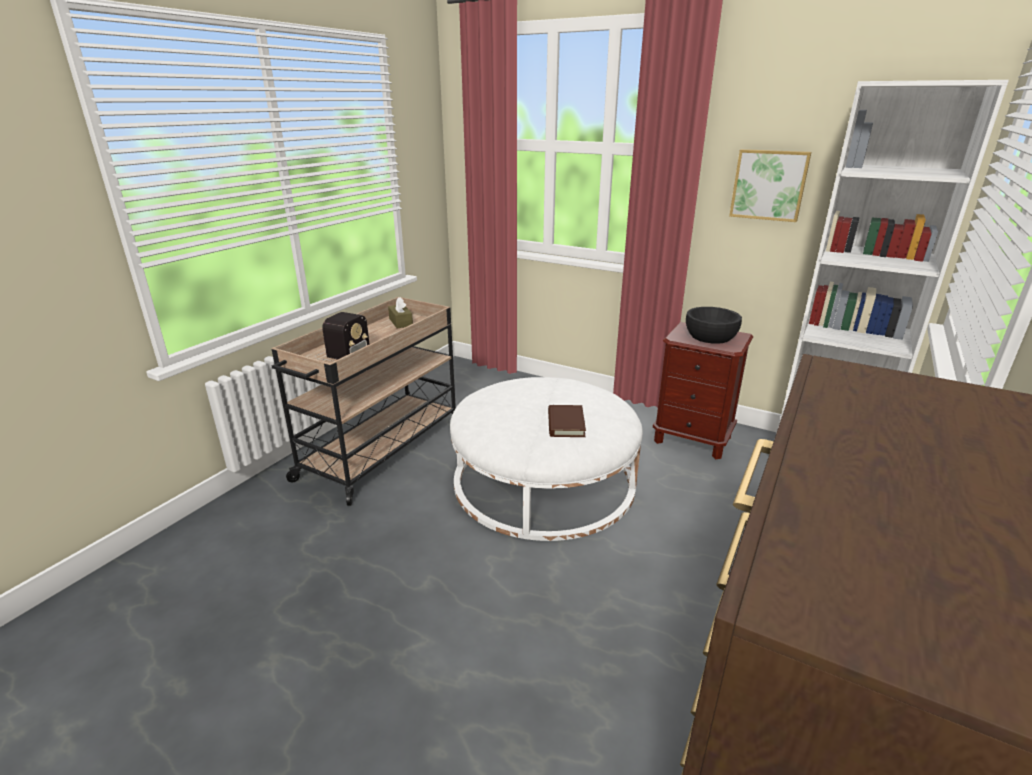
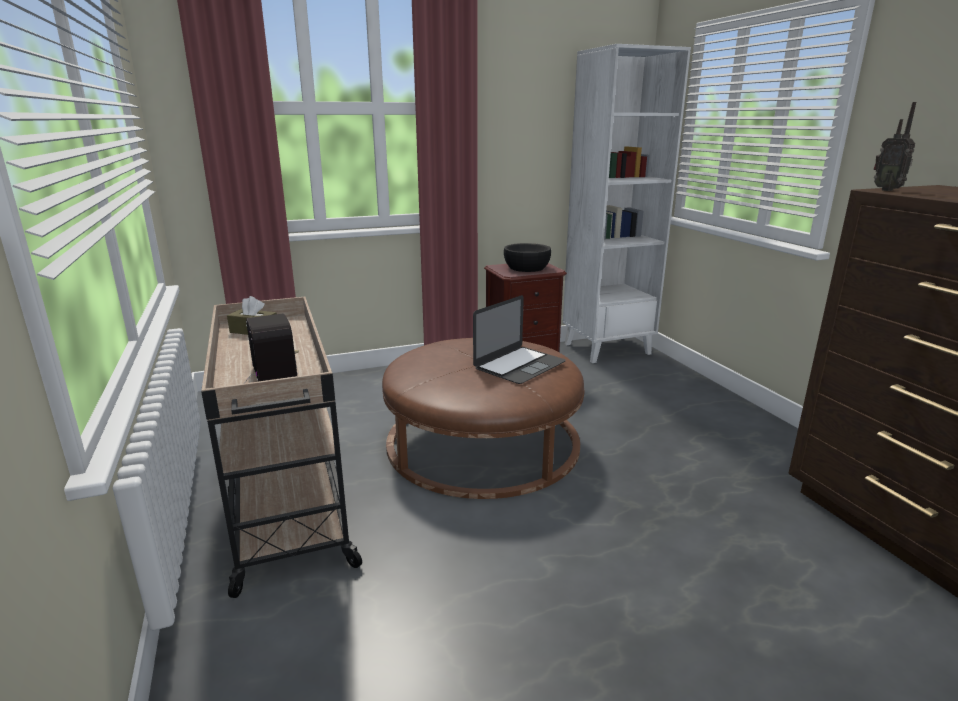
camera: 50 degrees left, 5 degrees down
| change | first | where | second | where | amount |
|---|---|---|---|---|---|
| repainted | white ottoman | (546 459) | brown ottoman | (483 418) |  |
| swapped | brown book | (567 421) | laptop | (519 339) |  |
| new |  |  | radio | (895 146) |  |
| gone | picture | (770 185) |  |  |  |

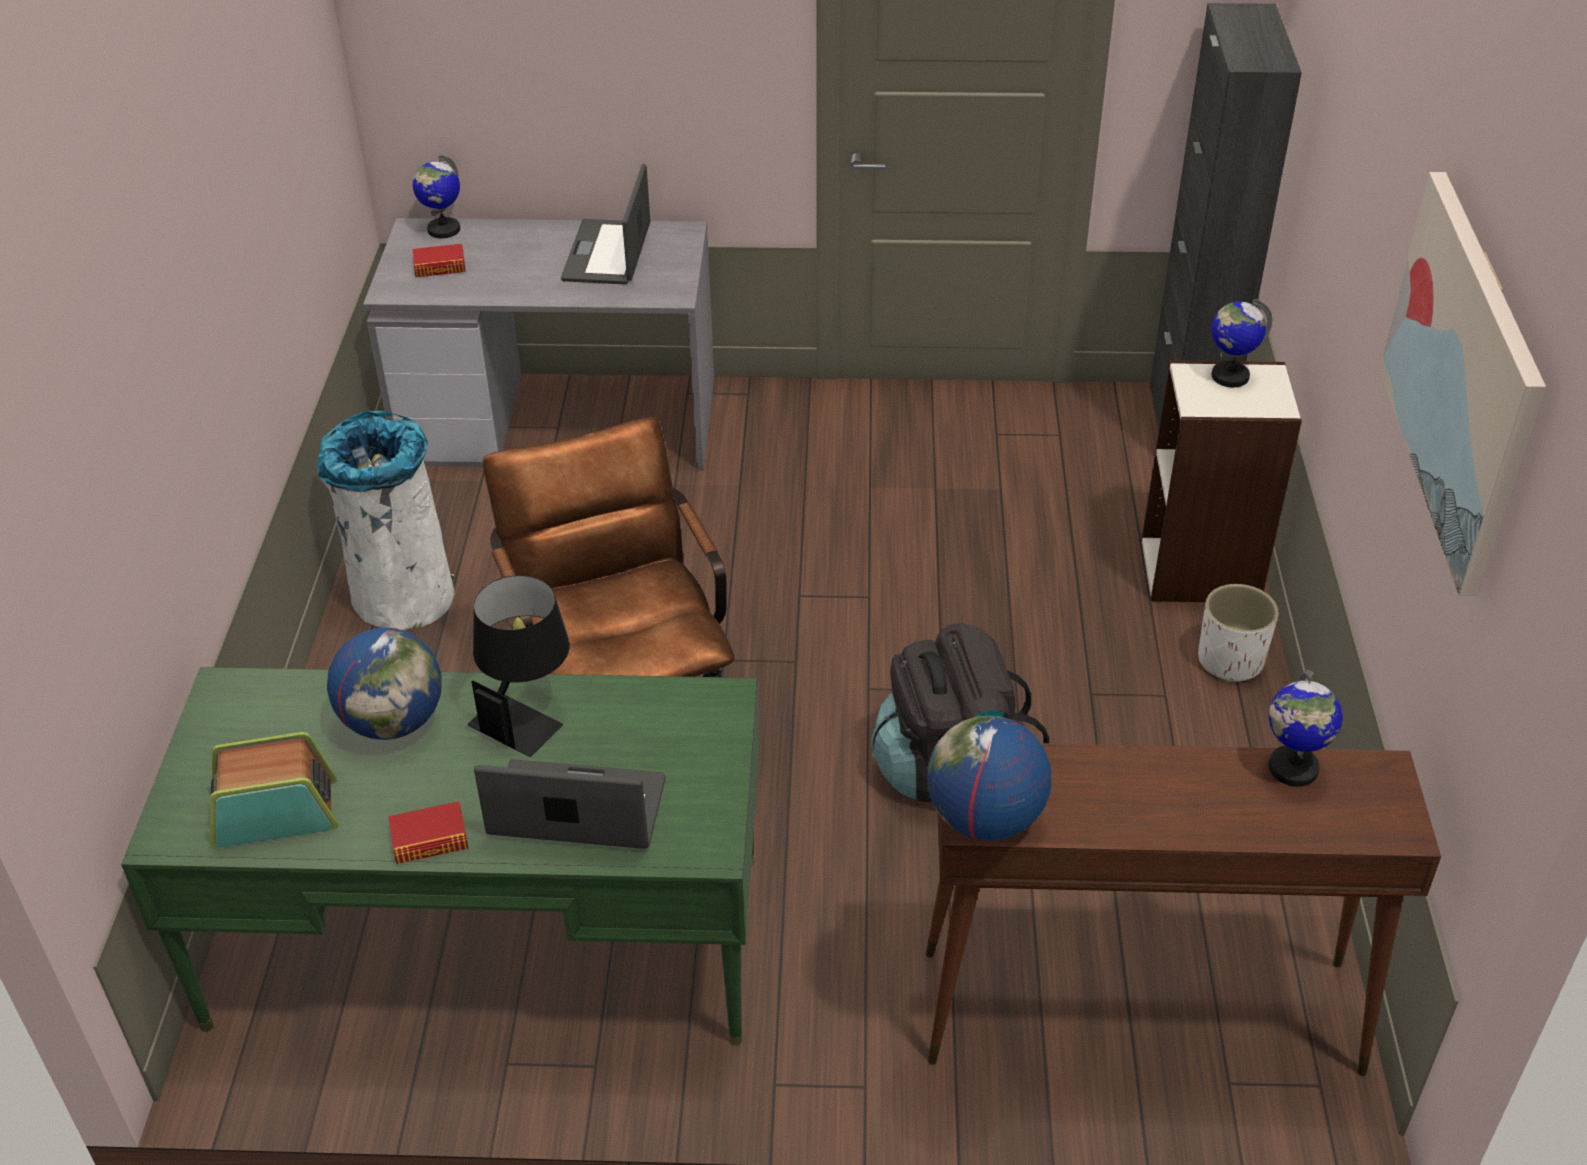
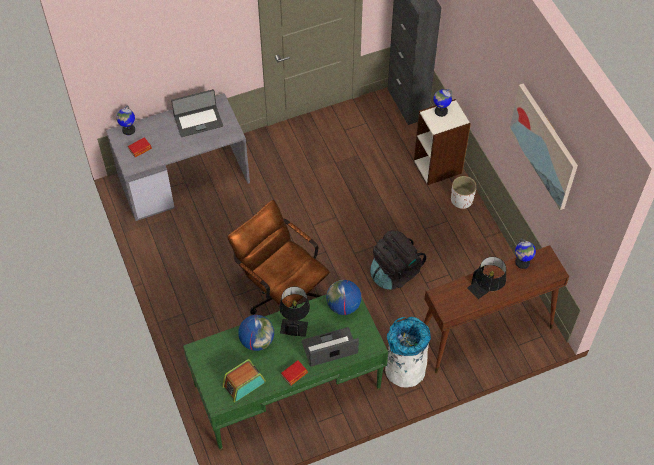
camera: 25 degrees left, 15 degrees up
| change | first | where | second | where | amount |
|---|---|---|---|---|---|
| rotated | laptop | (605 224) |  | (197 113) | 90 degrees counterclockwise |
| shifted | globe | (989 778) |  | (344 297) |  |
| shifted | white trash can | (386 520) |  | (408 352) |  |
| new |  |  | black table lamp | (486 278) |  |

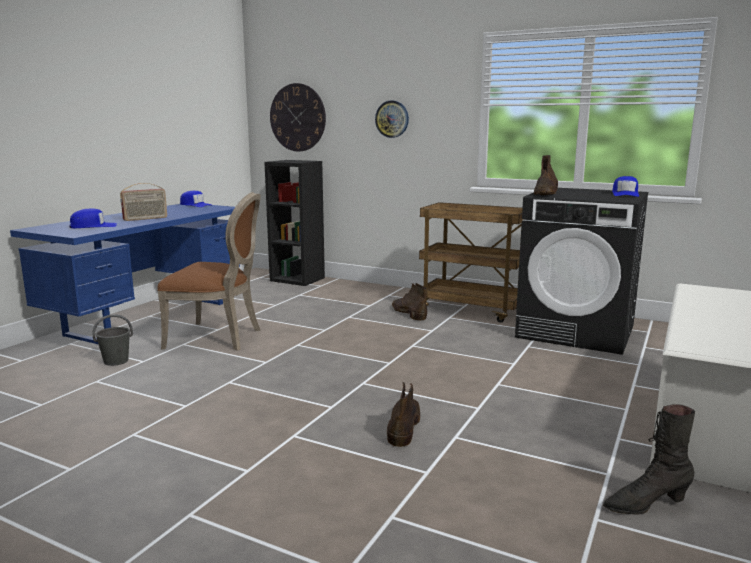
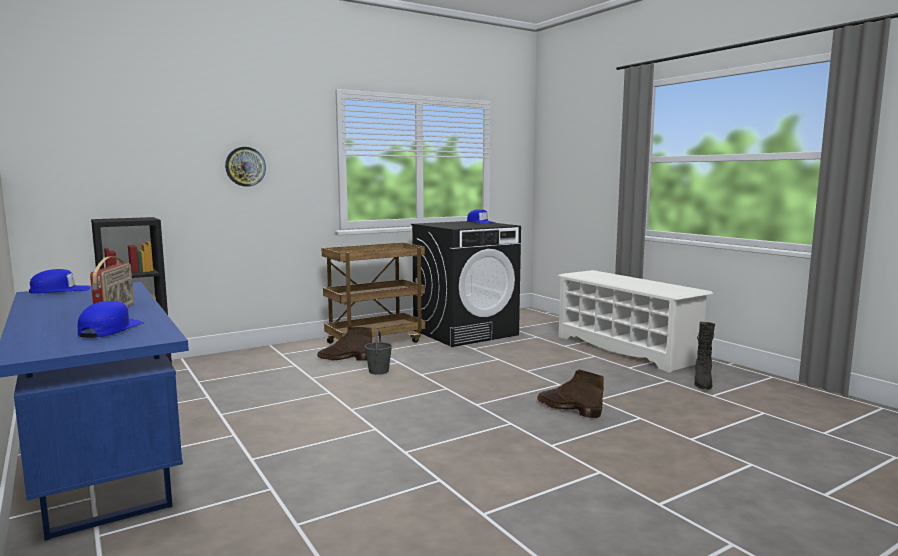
camera: 60 degrees left, 5 degrees down
| change | first | where | second | where | amount |
|---|---|---|---|---|---|
| shifted | grey bucket | (113 340) |  | (378 352) |  |
| gone | brown chair | (209 271) |  |  |  |
| gone | wall clock | (298 117) |  |  |  |
| gone | brown boot | (546 175) |  |  |  |

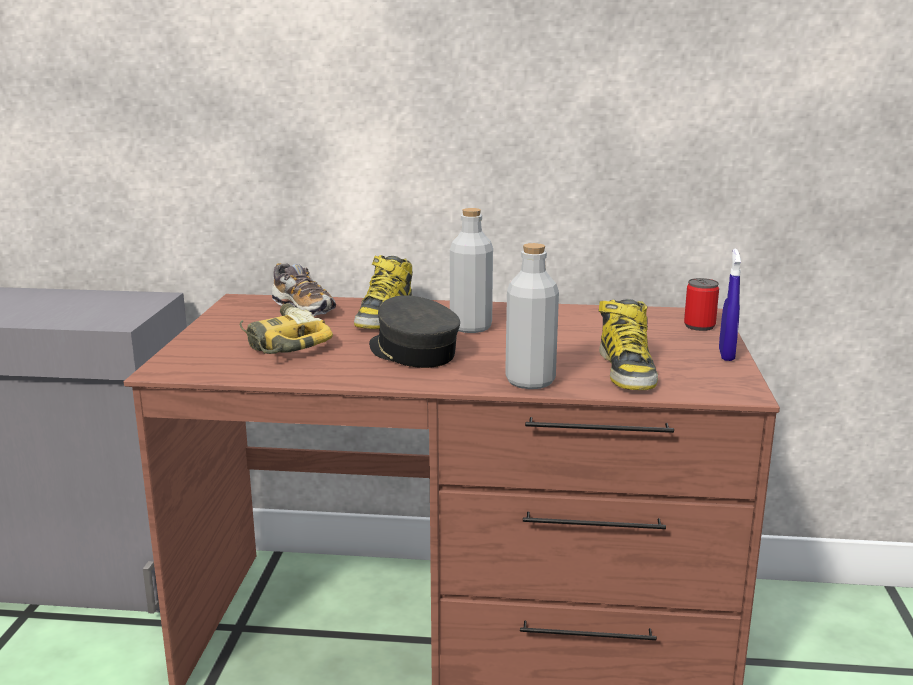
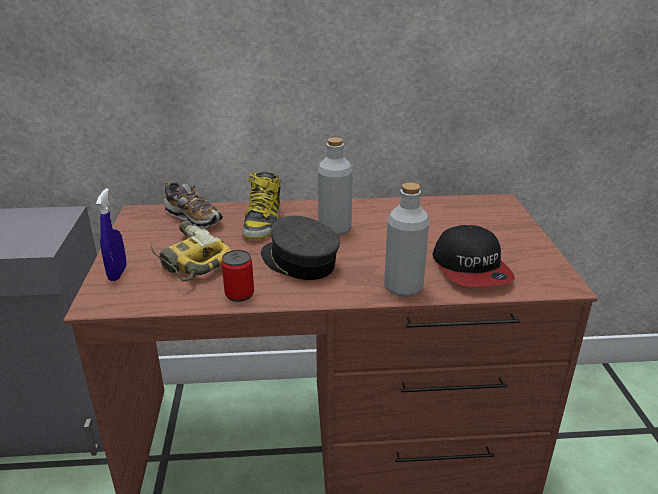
camera: 10 degrees left, 10 degrees up
| change | first | where | second | where | amount |
|---|---|---|---|---|---|
| shifted | blue spray bottle | (730 305) |  | (111 234) |  |
| shifted | can | (701 304) |  | (237 276) |  |
| swapped | boot | (628 344) | cap | (474 256) |  |

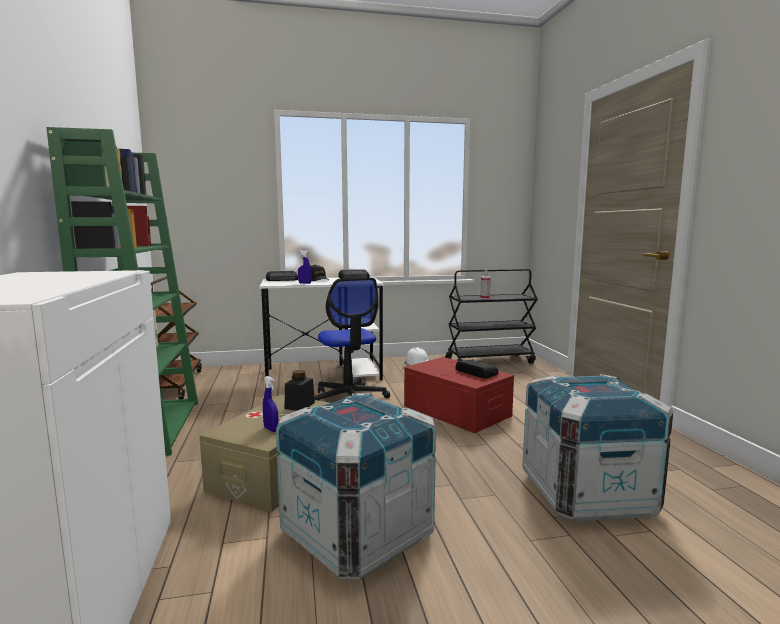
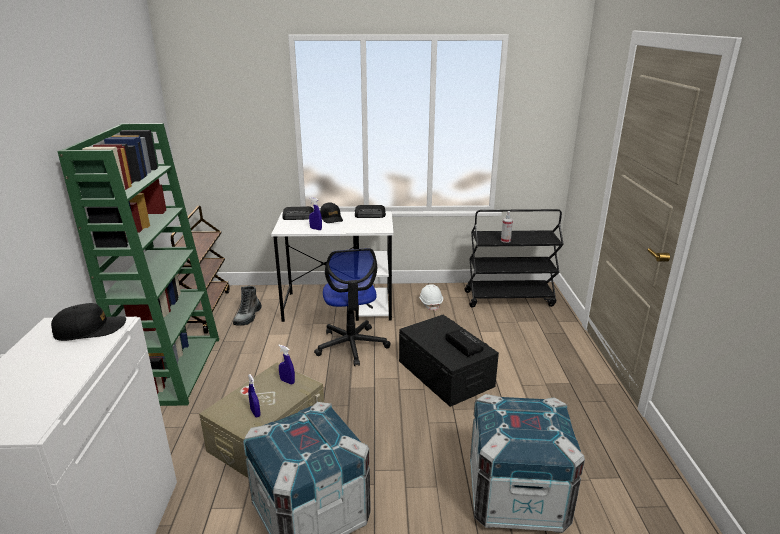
camera: 10 degrees right, 15 degrees up
| change | first | where | second | where | amount |
|---|---|---|---|---|---|
| new |  |  | black cap | (88 322) |  |
| new |  |  | boot | (247 306) |  |
| swapped | black jar | (300 390) | blue spray bottle | (286 364) |  |
| repainted | red storage box | (459 395) | black storage box | (449 361) |  |

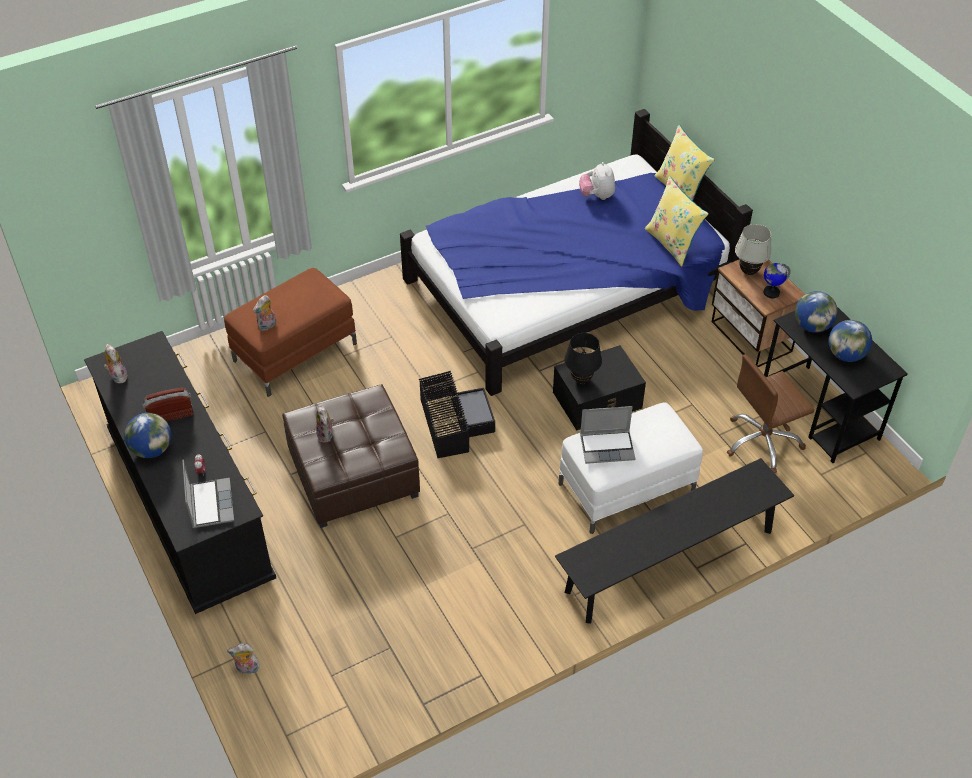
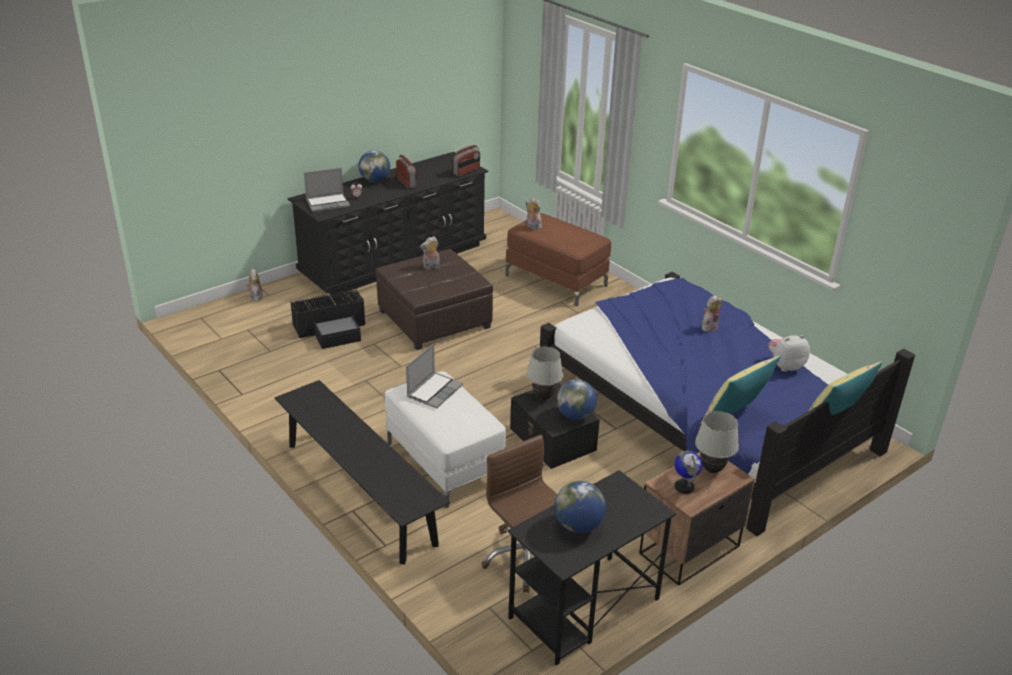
camera: 80 degrees right, 15 degrees down
| change | first | where | second | where | amount |
|---|---|---|---|---|---|
| shifted | black storage box | (457 414) |  | (327 319) |  |
| rotated | laptop | (607 435) |  | (434 376) | 135 degrees counterclockwise |
| new |  |  | radio | (466 160) |  |
| repainted | black table lamp | (583 358) | white table lamp | (544 373) |  |
| shifted | globe | (816 312) |  | (577 400) |  |
| shifted | plush toy | (115 364) |  | (711 313) |  |

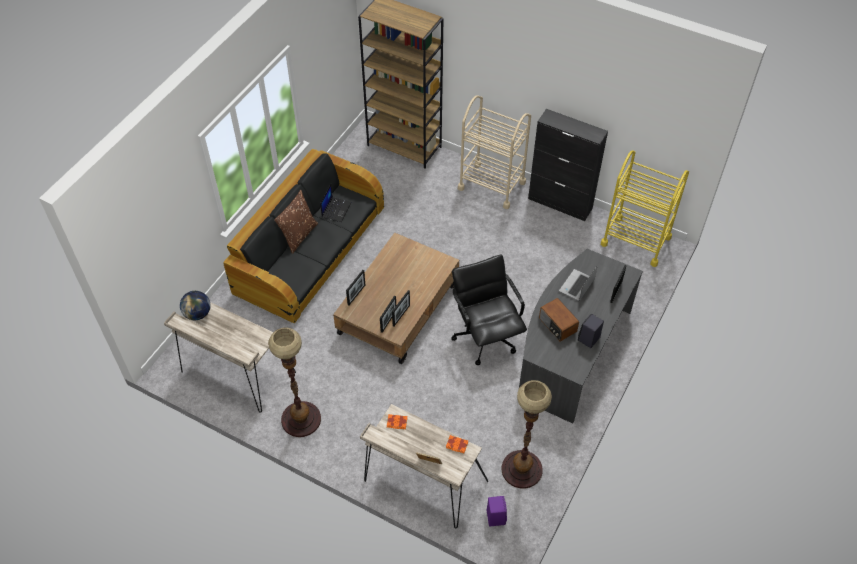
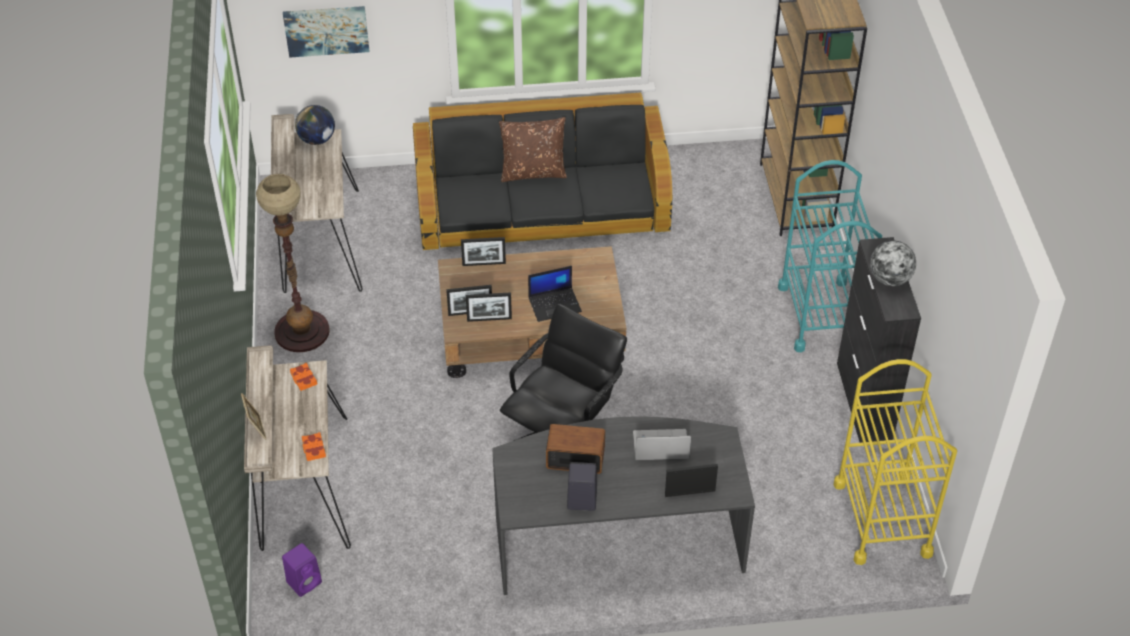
camera: 55 degrees right, 5 degrees down
| change | first | where | second | where | amount |
|---|---|---|---|---|---|
| new |  |  | picture | (326 32) |  |
| shifted | laptop | (335 203) |  | (555 294) |  |
| rotated | radio | (559 320) |  | (575 449) | 75 degrees clockwise |
| repainted | beige cart | (494 152) | turquoise cart | (830 256) |  |
| new |  |  | globe | (893 263) |  |
| gone | floor lamp | (526 434) |  |  |  |

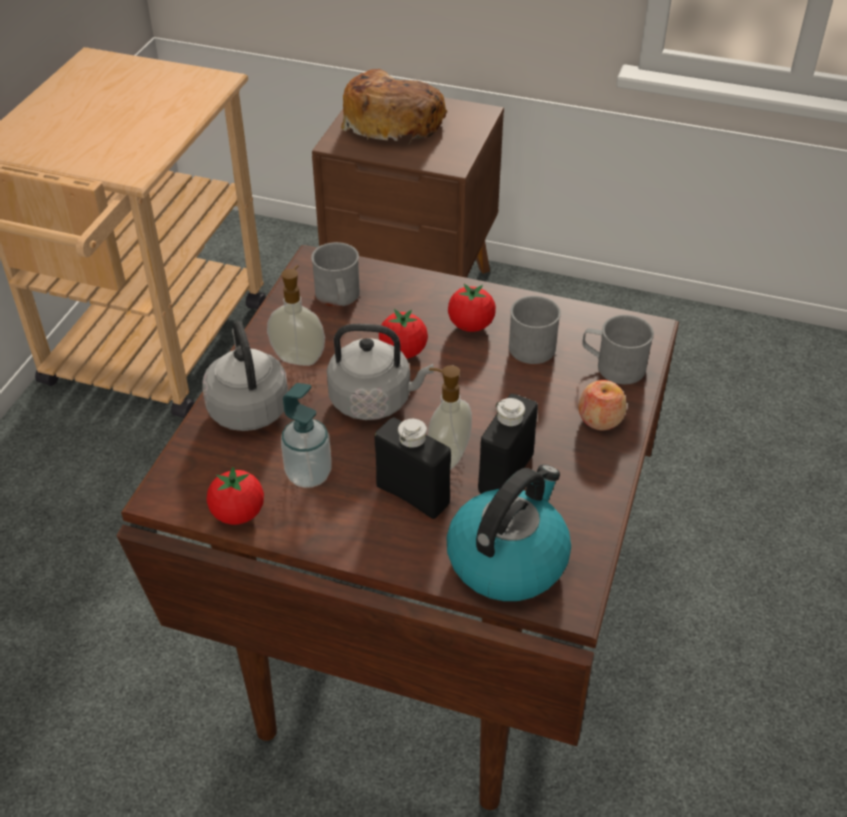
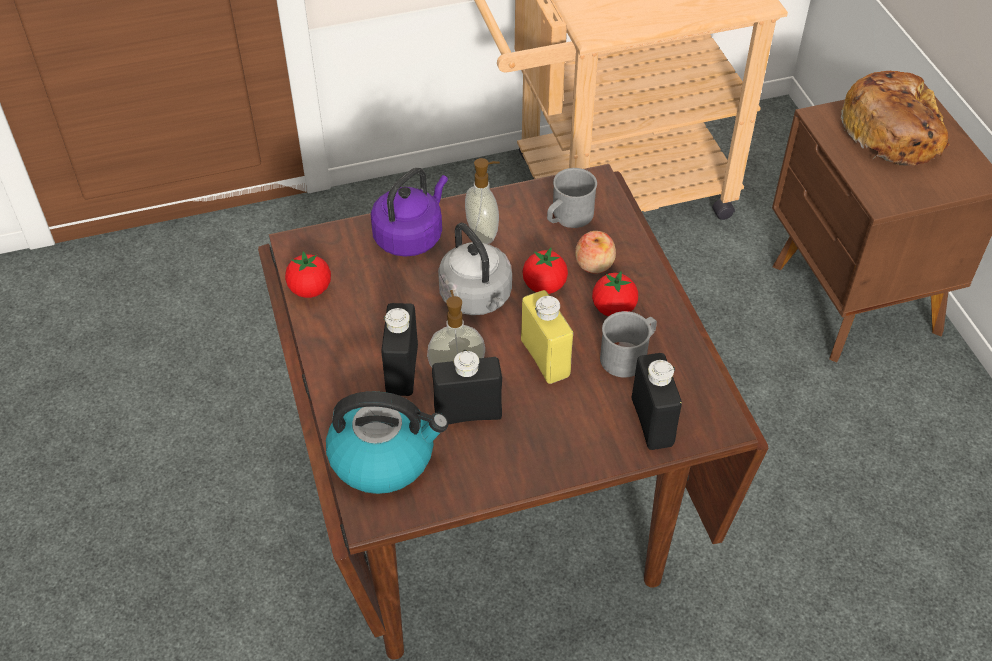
camera: 55 degrees right, 5 degrees up
| change | first | where | second | where | amount |
|---|---|---|---|---|---|
| repainted | grey kettle | (245 376) | purple kettle | (409 212) |  |
| new |  |  | yellow bottle | (547 337) |  |
| shifted | apple | (602 405) |  | (595 252) |  |
| swapped | grey mug | (618 349) | black bottle | (657 401) |  |
| gone | soap dispenser | (306 435) |  |  |  |

